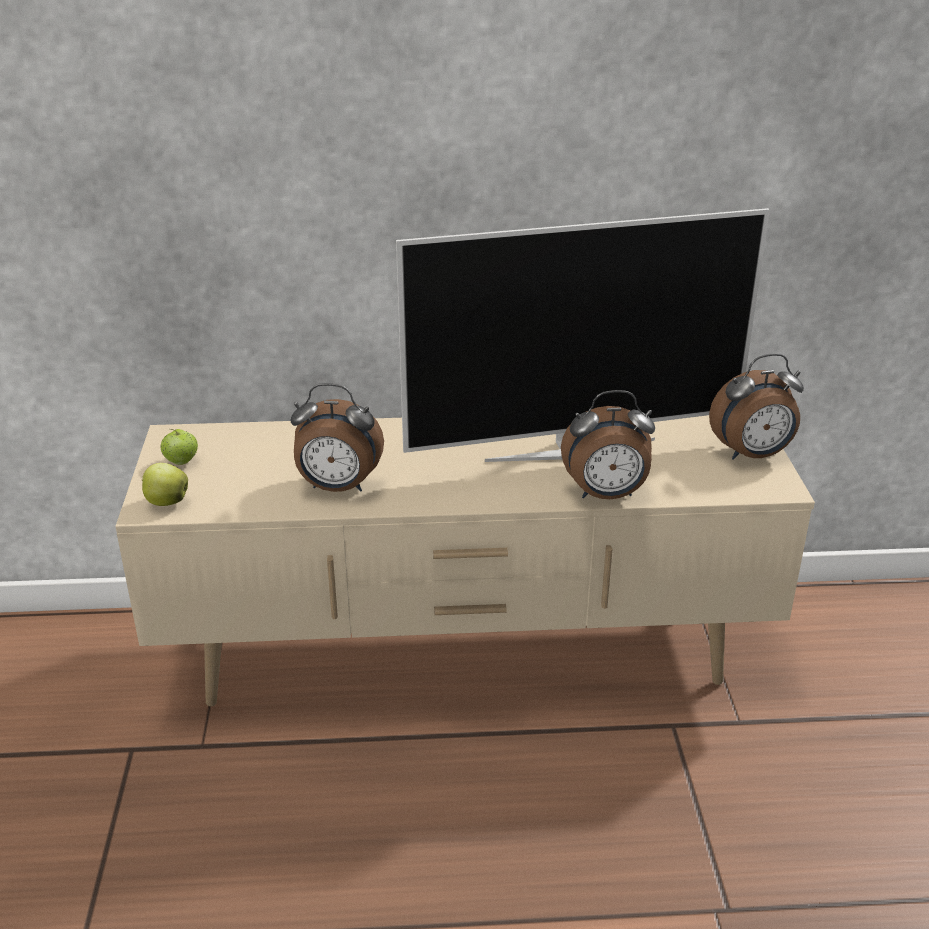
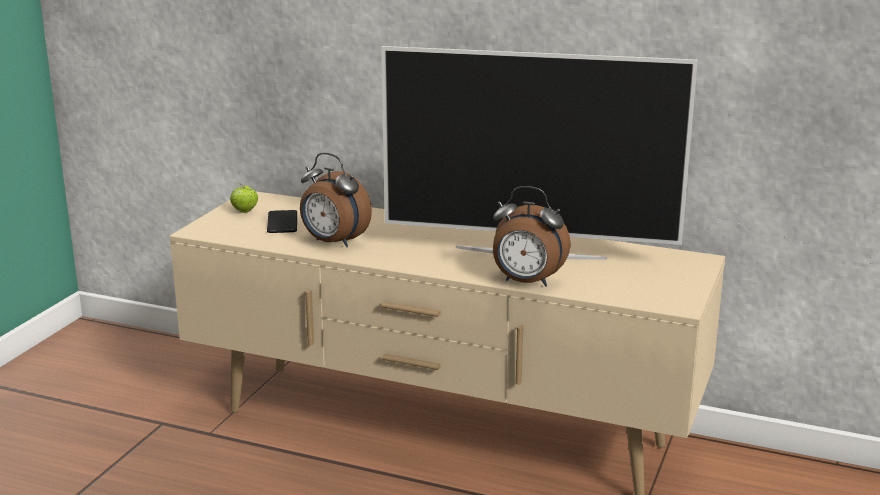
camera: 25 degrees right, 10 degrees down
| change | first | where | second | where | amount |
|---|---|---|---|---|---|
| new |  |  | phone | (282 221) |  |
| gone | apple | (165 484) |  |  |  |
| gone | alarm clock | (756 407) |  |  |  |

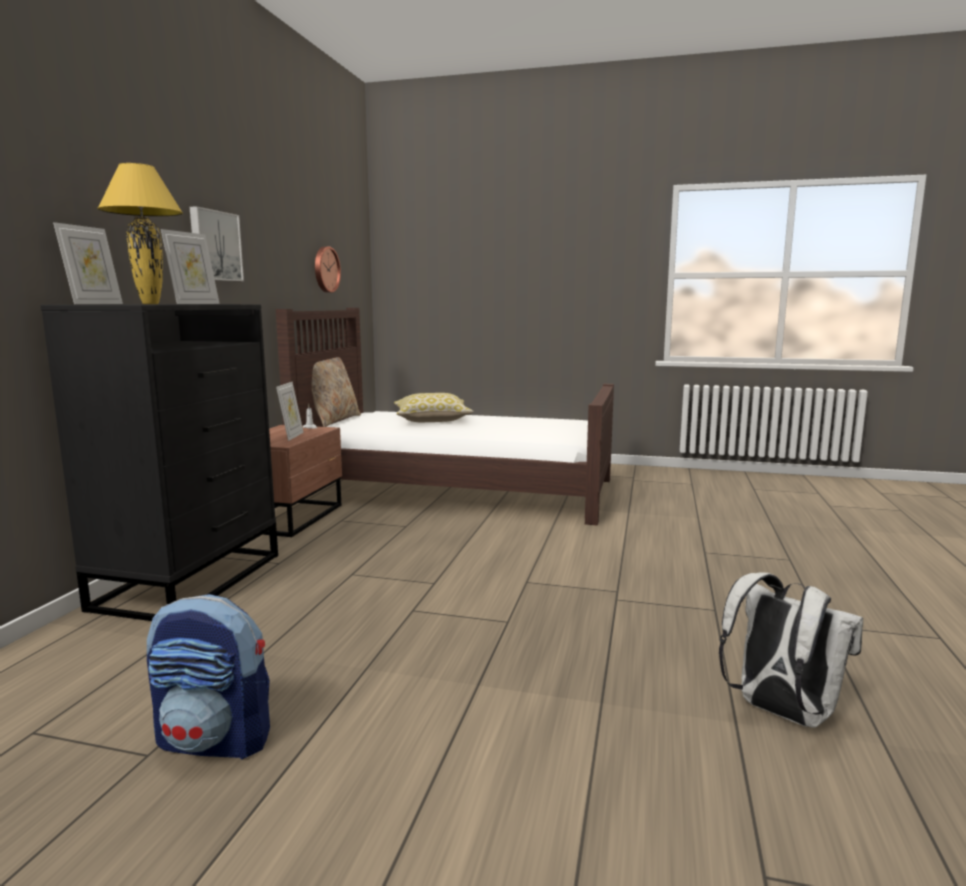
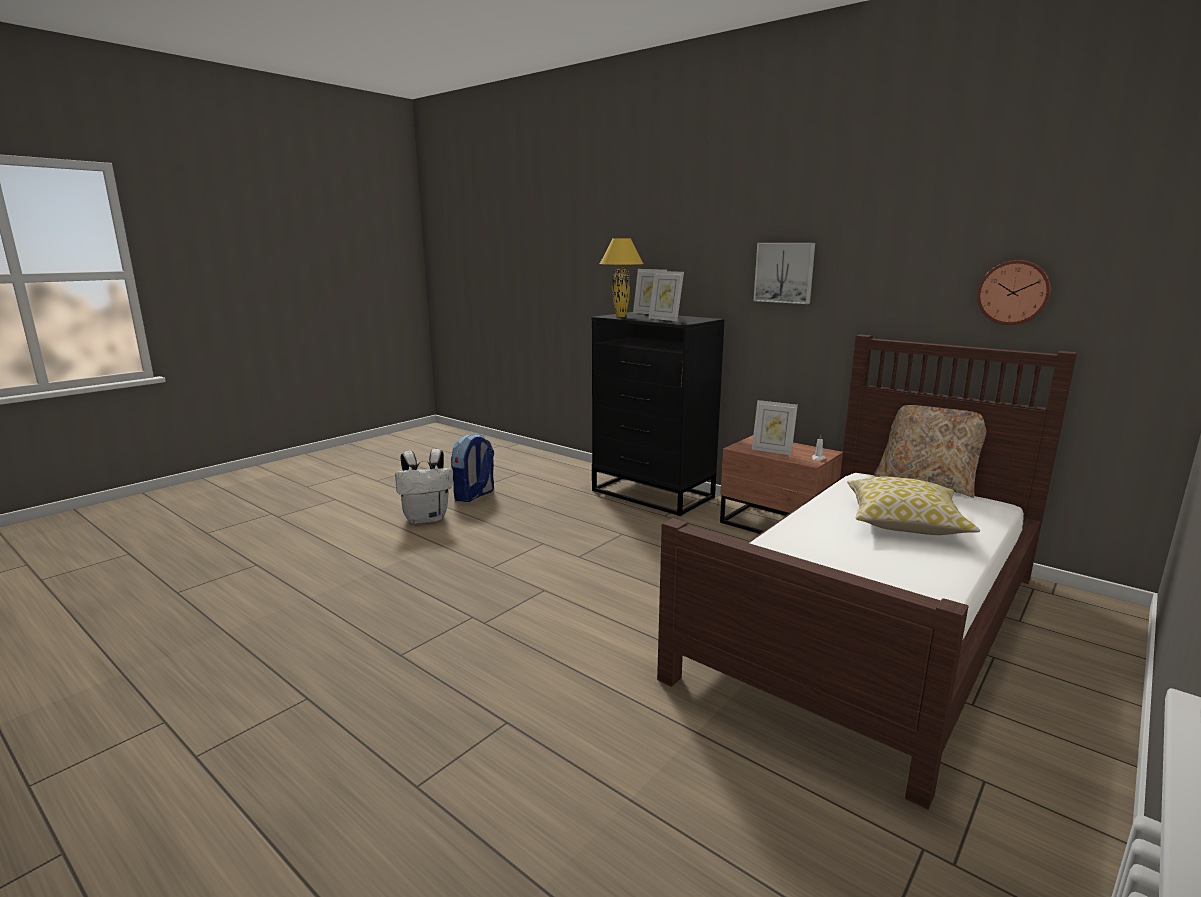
camera: 115 degrees right, 5 degrees up
| change | first | where | second | where | amount |
|---|---|---|---|---|---|
| shifted | white backpack | (791 650) |  | (424 486) |  |

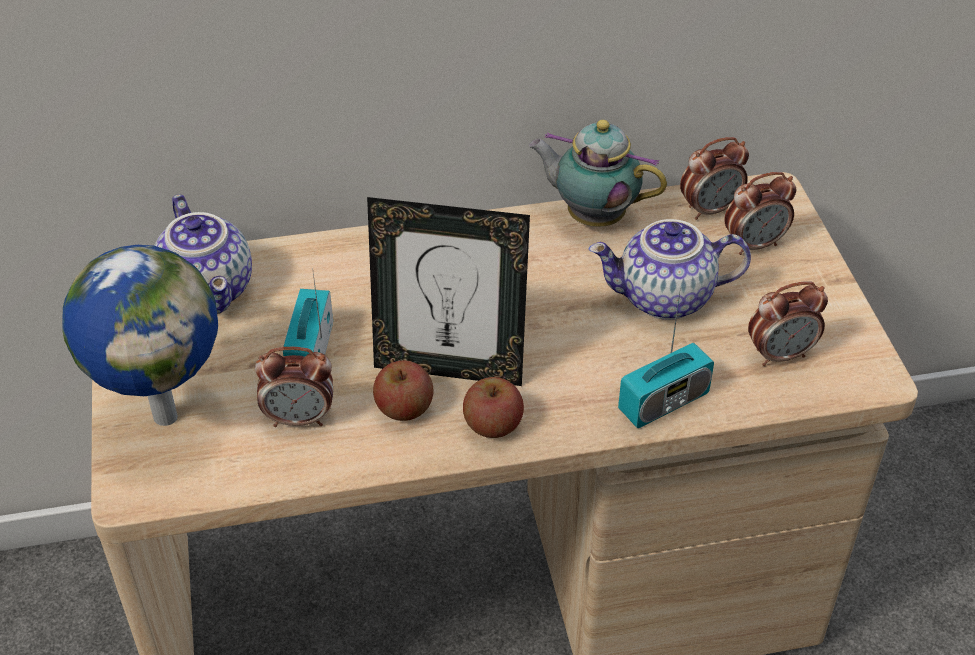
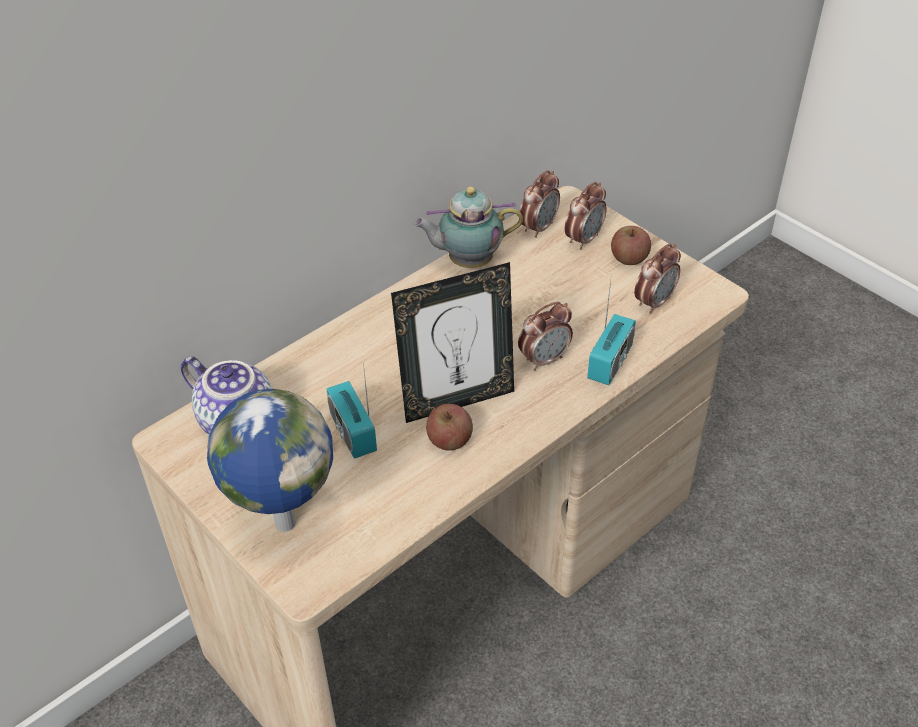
camera: 30 degrees left, 0 degrees up
| change | first | where | second | where | amount |
|---|---|---|---|---|---|
| shifted | alarm clock | (294 387) |  | (545 336) |  |
| shifted | apple | (493 407) |  | (631 245) |  |
| gone | teapot | (670 269) |  |  |  |

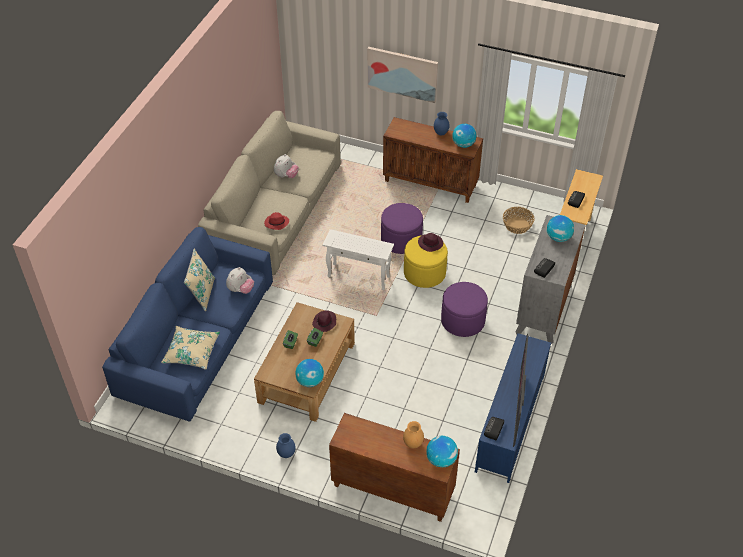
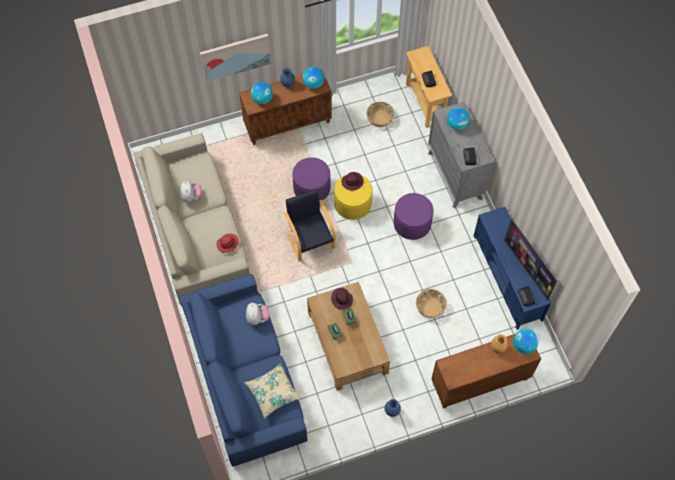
camera: 40 degrees left, 15 degrees up
| change | first | where | second | where | amount |
|---|---|---|---|---|---|
| shifted | globe | (309 373) |  | (262 93) |  |
| swapped | white side table | (358 259) | black armchair | (310 225) |  |
| new |  |  | basket | (431 303) |  |
| gone | beige pillow | (199 280) |  |  |  |

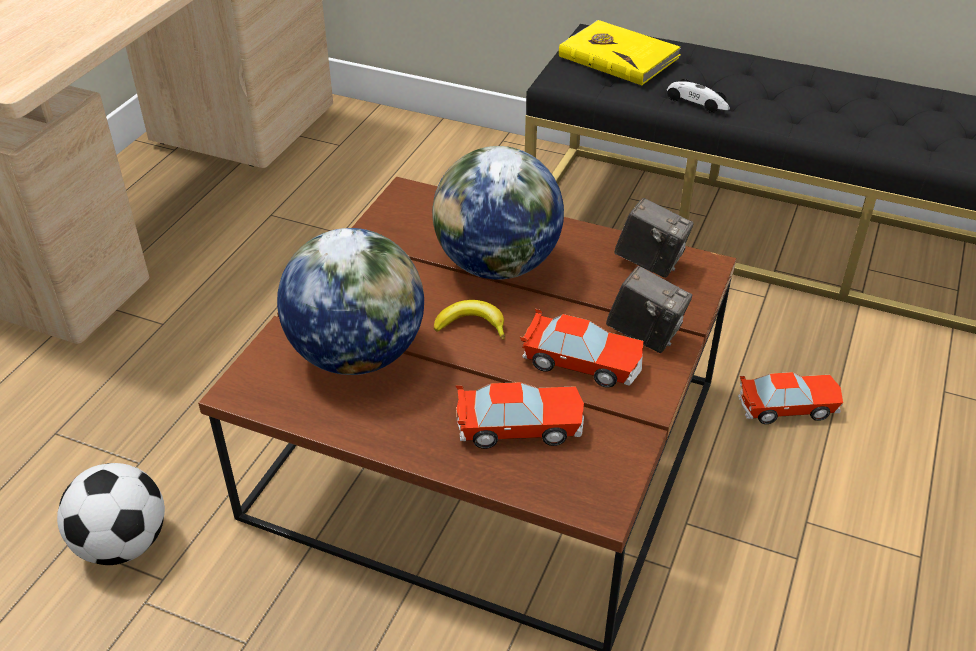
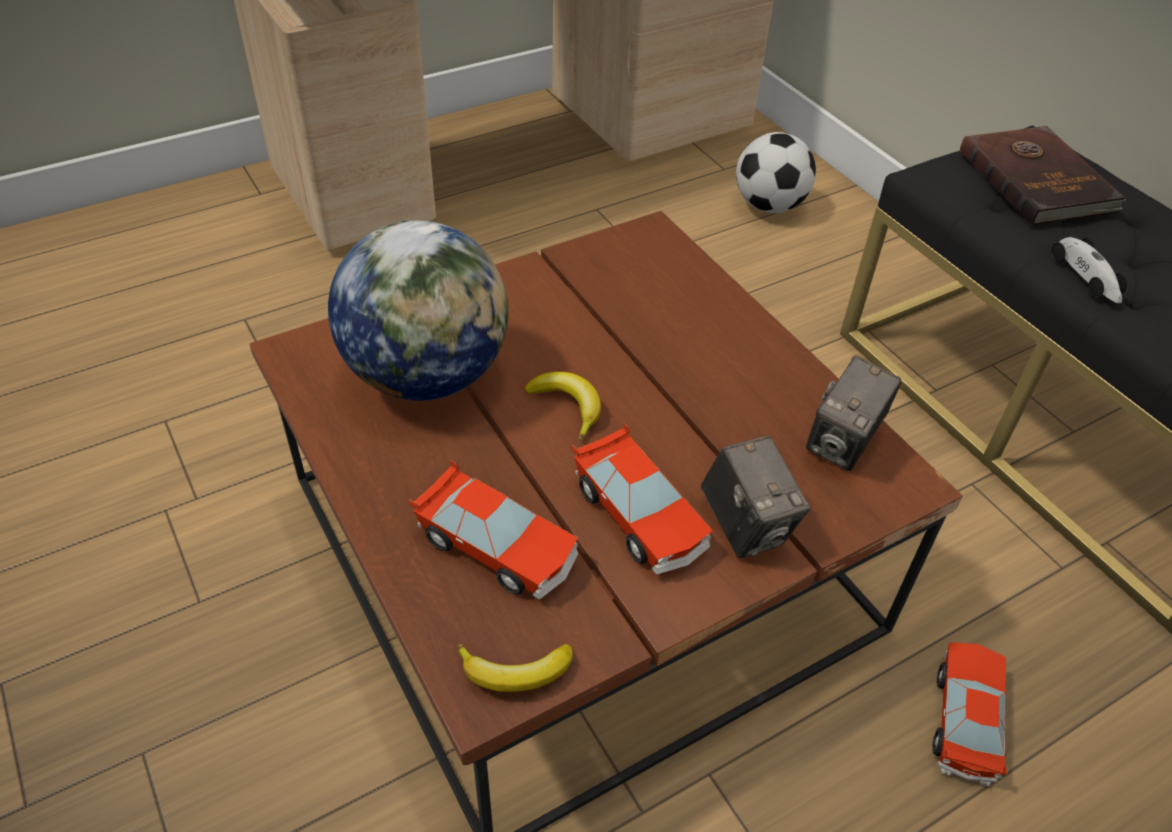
camera: 35 degrees right, 5 degrees up
| change | first | where | second | where | amount |
|---|---|---|---|---|---|
| new |  |  | banana | (515 668) |  |
| shifted | football | (111 514) |  | (776 172) |  |
| rotated | photo camera | (654 238) |  | (854 413) | 60 degrees clockwise |
| rotated | toy car | (790 398) |  | (969 714) | 105 degrees counterclockwise |
| repainted | yellow book | (620 52) | brown book | (1043 176) |  |
| gone | globe | (498 213) |  |  |  |

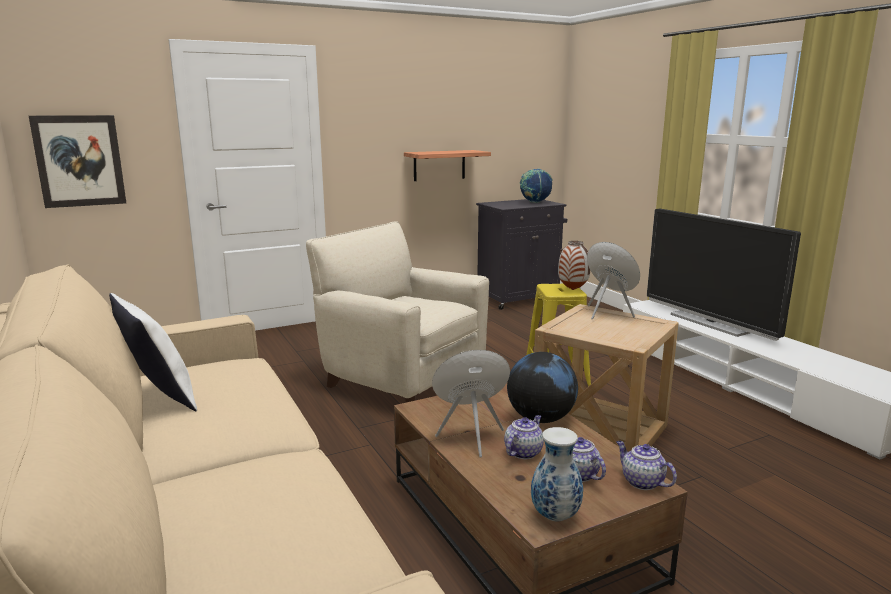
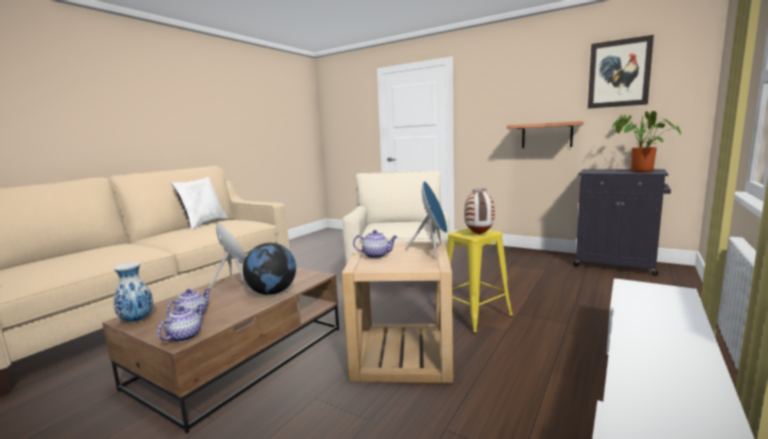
camera: 60 degrees right, 5 degrees down
| change | first | where | second | where | amount |
|---|---|---|---|---|---|
| shifted | teapot | (524 437) |  | (375 244) |  |
| shifted | picture | (77 161) |  | (621 72) |  |
| swapped | globe | (536 185) | potted plant | (646 141) |  |
| gone | television | (724 275) |  |  |  |

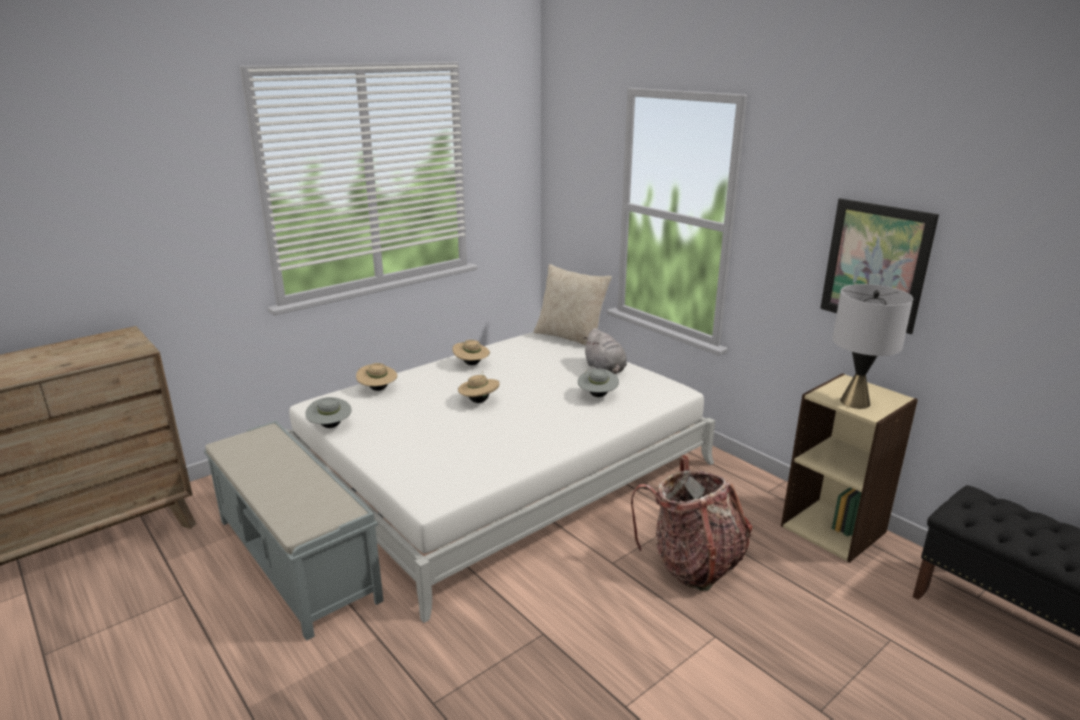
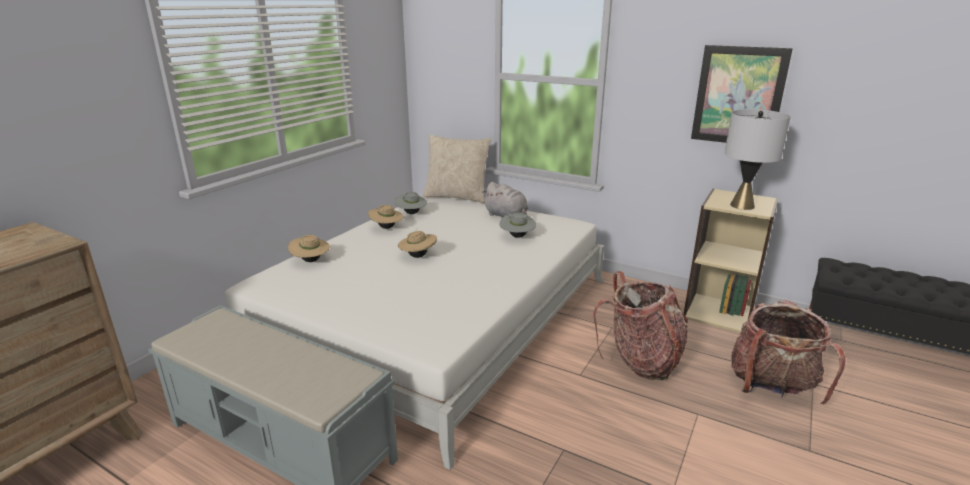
camera: 20 degrees left, 0 degrees up
| change | first | where | second | where | amount |
|---|---|---|---|---|---|
| shifted | grey hat | (328 412) |  | (410 203) |  |
| new |  |  | backpack | (788 352) |  |

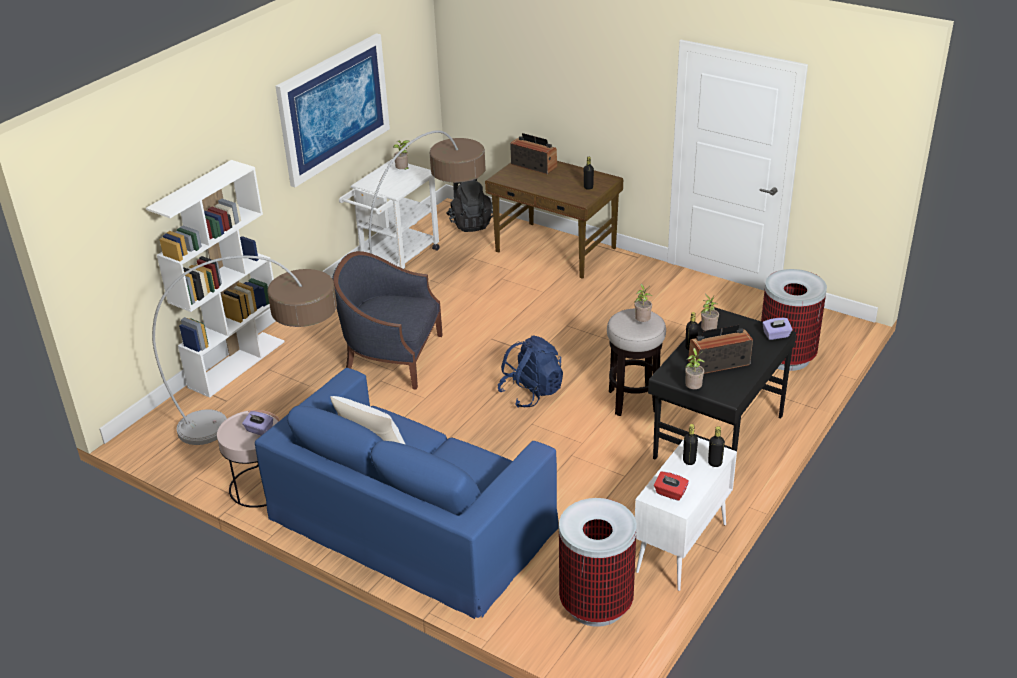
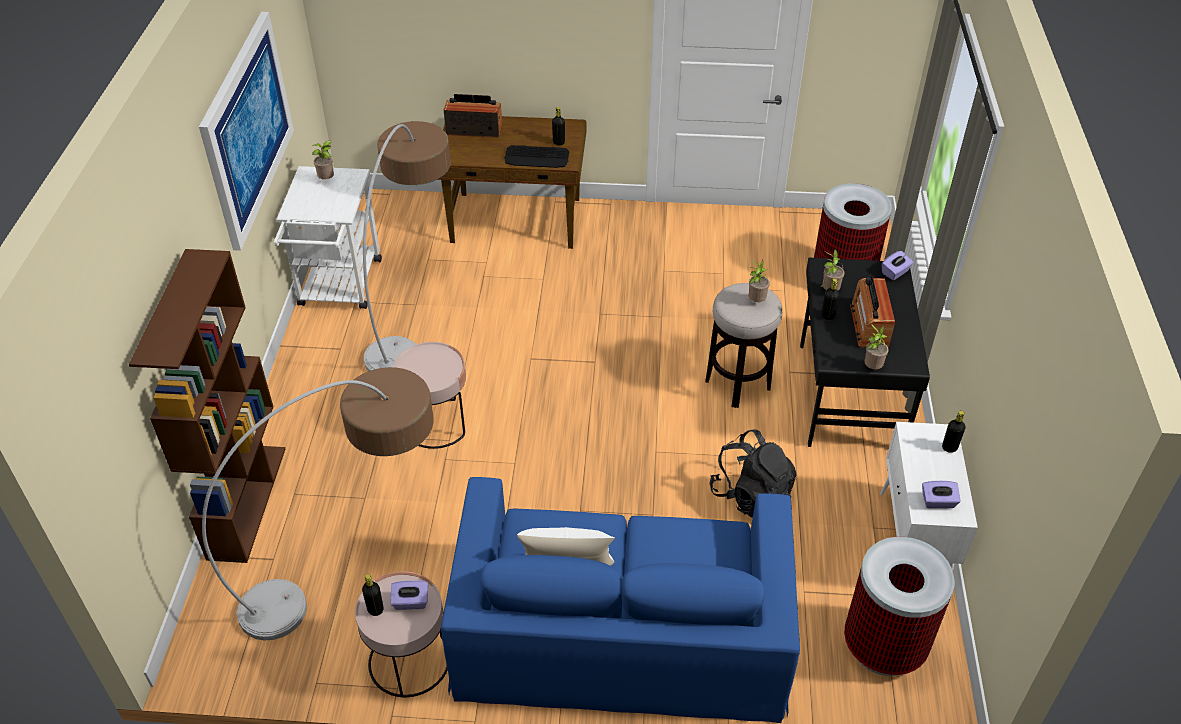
camera: 30 degrees left, 10 degrees up
| change | first | where | second | where | amount |
|---|---|---|---|---|---|
| repainted | white bookcase | (215 279) | brown bookcase | (207 406) |  |
| shifted | black bottle | (690 444) |  | (373 595) |  |
| swapped | blue armchair | (387 320) | pink side table | (429 395) |  |
| new |  |  | keyboard | (536 156) |  |
| shifted | black backpack | (469 205) |  | (753 473) |  |
| rotated | radio | (720 349) |  | (872 312) | 45 degrees counterclockwise |
| repainted | red tissue box | (671 486) | purple tissue box | (941 494) |  |
| gone | blue backpack | (530 371) |  |  |  |

